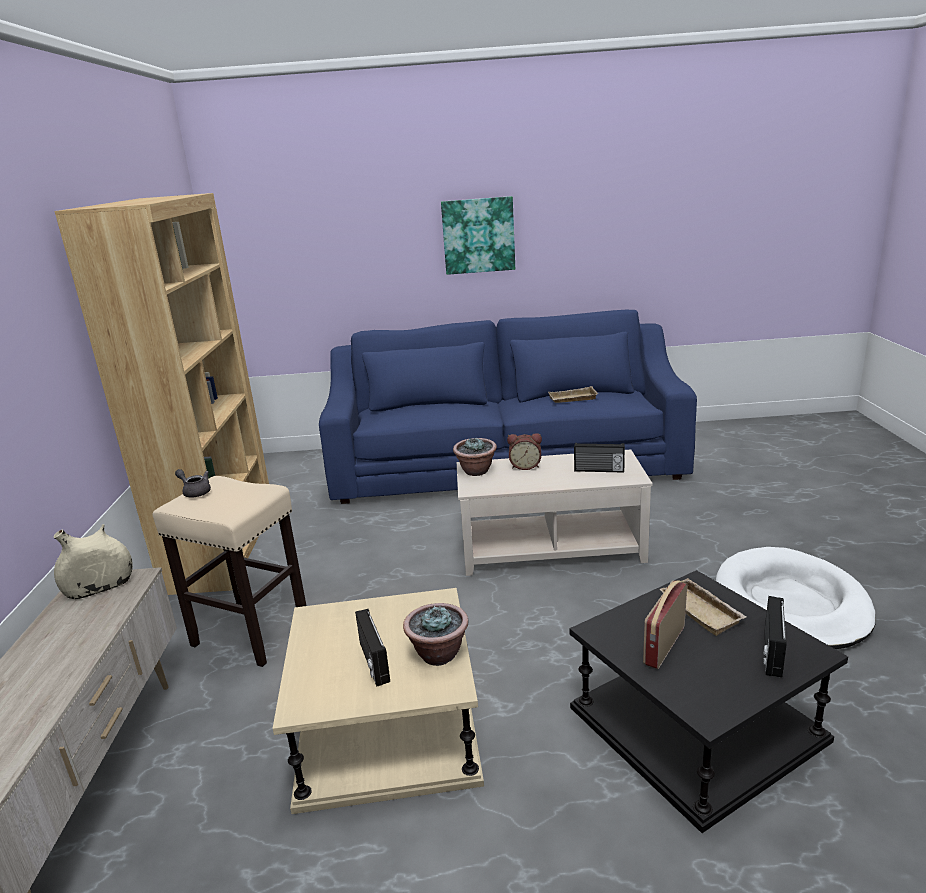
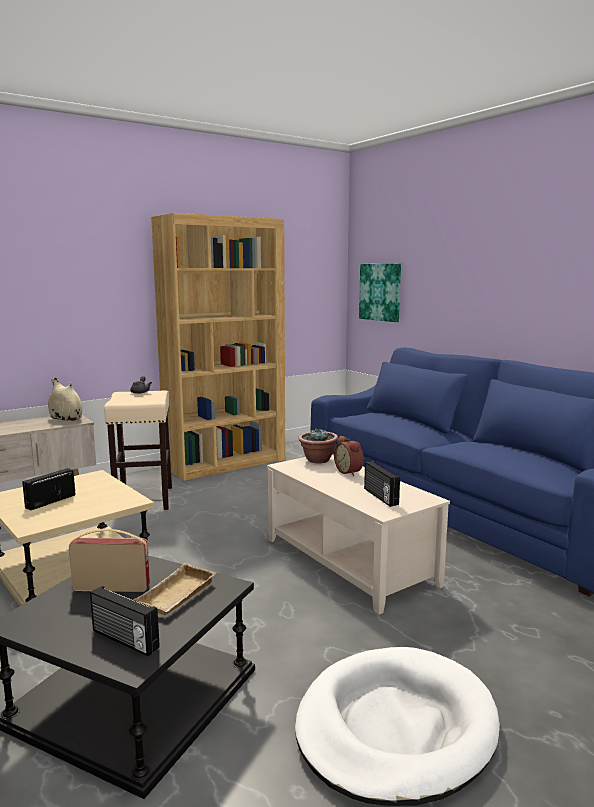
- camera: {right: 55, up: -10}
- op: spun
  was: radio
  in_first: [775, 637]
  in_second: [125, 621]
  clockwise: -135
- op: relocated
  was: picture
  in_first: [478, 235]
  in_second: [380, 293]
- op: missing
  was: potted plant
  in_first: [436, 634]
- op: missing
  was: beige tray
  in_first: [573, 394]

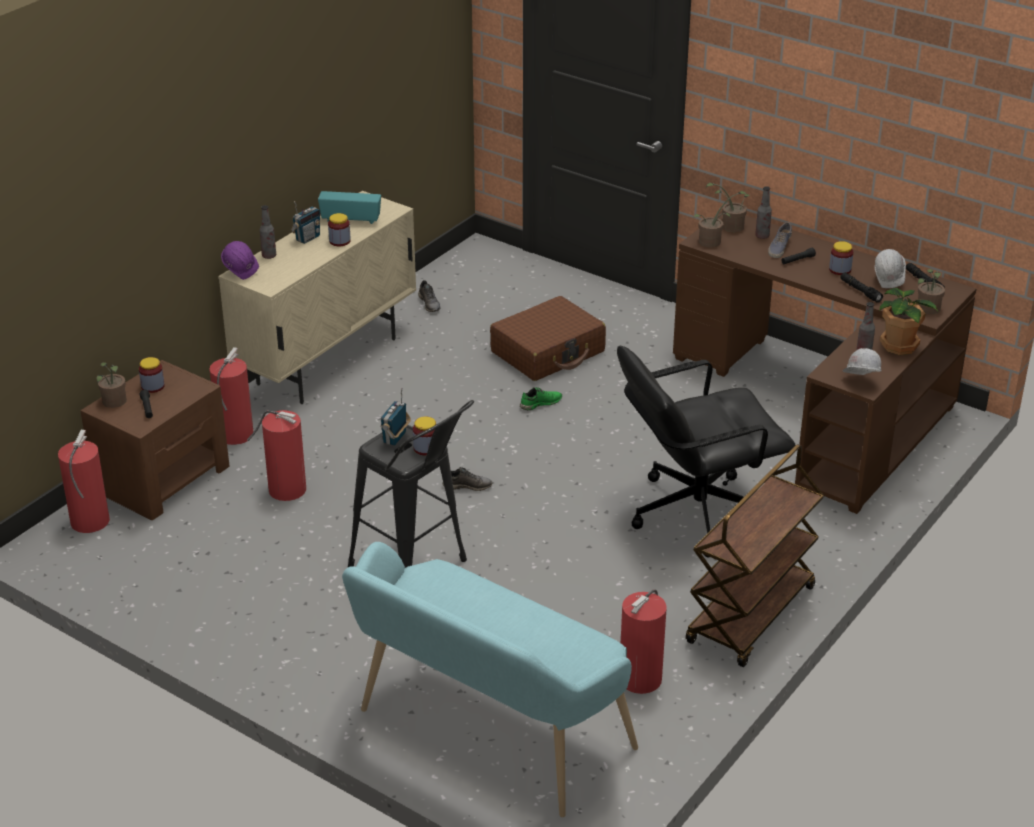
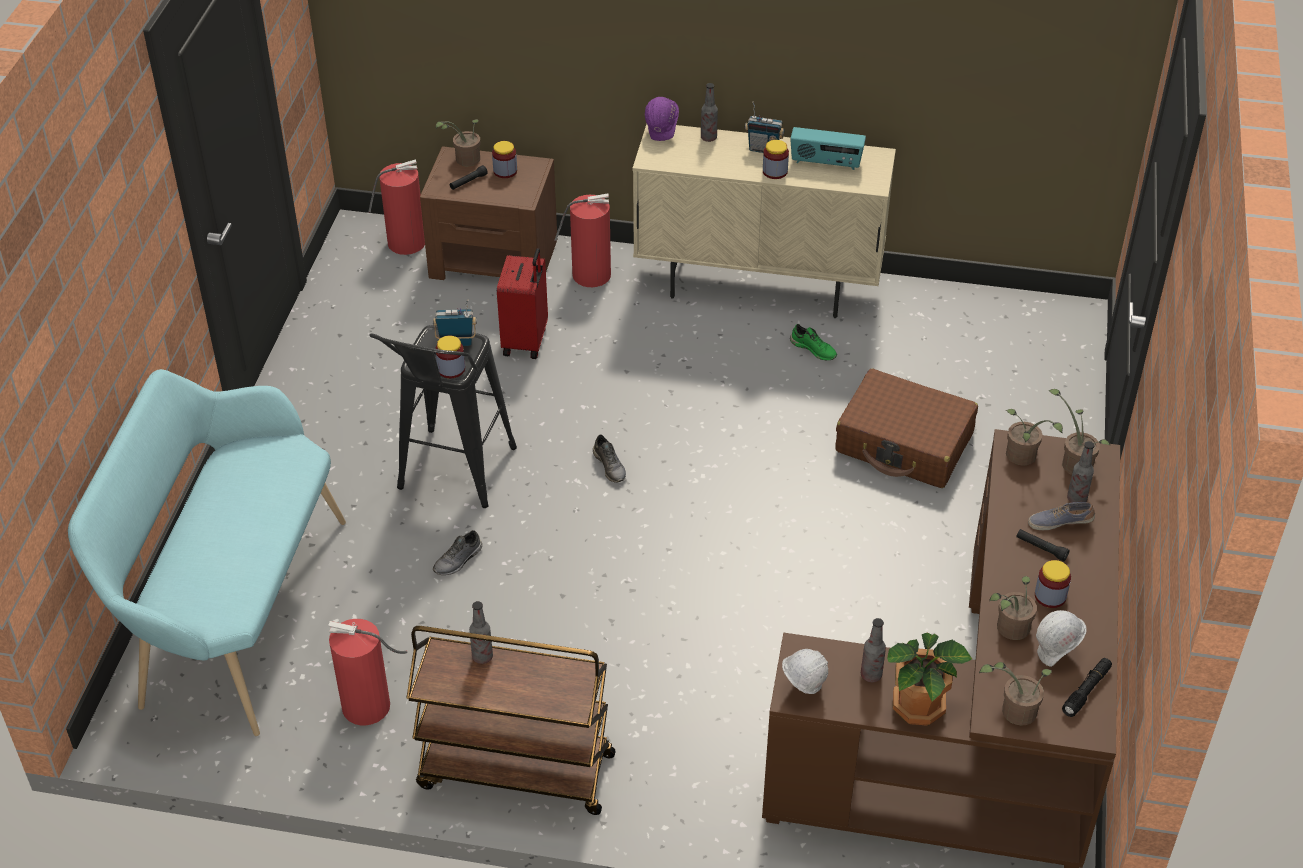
- camera: {right: 65, up: 10}
- op: relocated
  was: grey shoe
  in_first: [429, 296]
  in_second: [457, 552]
- op: appeared
  now: bottle
  in_second: [481, 632]
- op: exchanged
  was: fire extinguisher
  now: red suitcase
  in_first: [276, 455]
  in_second: [522, 303]
- op: spun
  was: radio
  in_first: [349, 207]
  in_second: [828, 148]
  clockwise: 120
- op: relocated
  was: green shoe
  in_first: [541, 398]
  in_second: [813, 342]
- op: exchanged
  was: black flashlight
  now: potted plant
  in_first: [861, 287]
  in_second: [1013, 608]
- op: missing
  was: black office chair
  in_first: [706, 451]

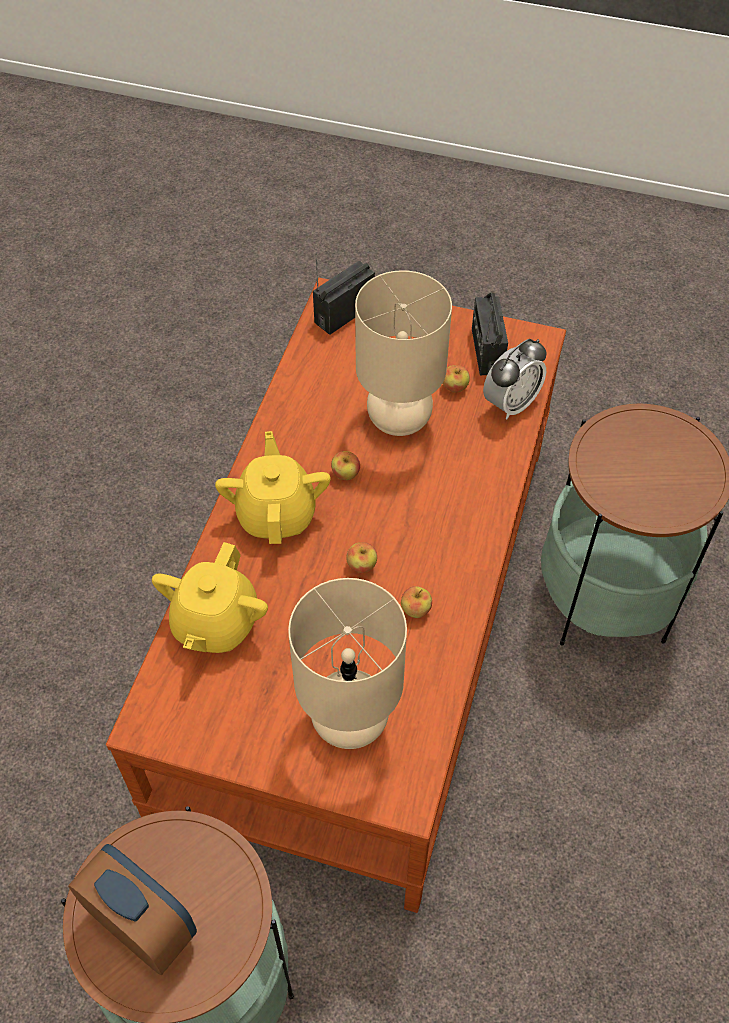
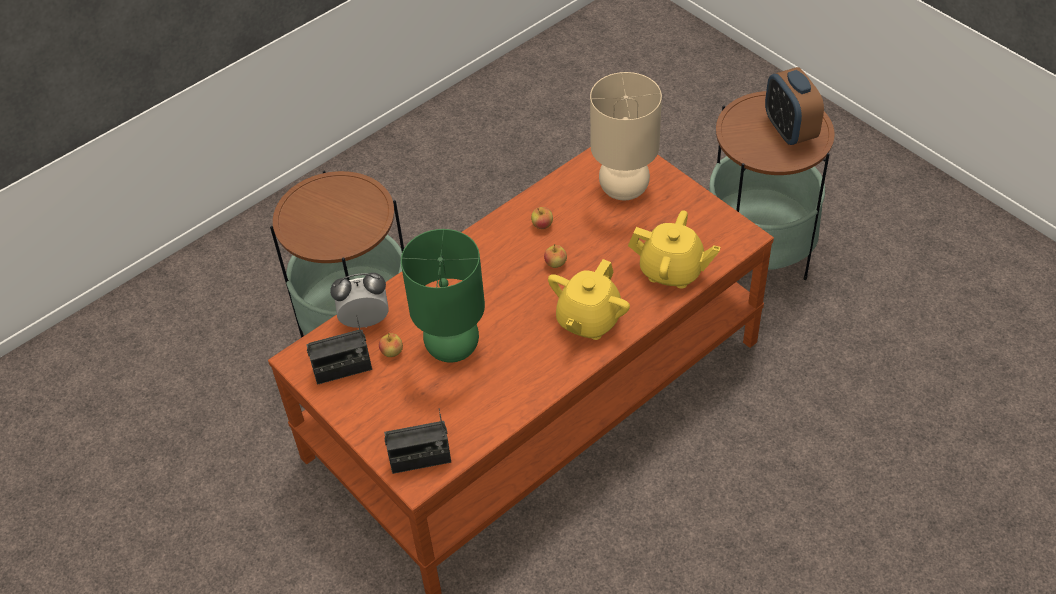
- camera: {right: -145, up: -5}
- op: spun
  was: radio
  in_first: [490, 333]
  in_second: [339, 349]
  clockwise: 45
- op: colour
  was: beige table lamp
  now: green table lamp
  in_first: [403, 353]
  in_second: [443, 296]
- op: spun
  was: yellow teapot
  in_first: [210, 597]
  in_second: [674, 249]
  clockwise: 60
- op: missing
  was: apple
  in_first: [345, 465]

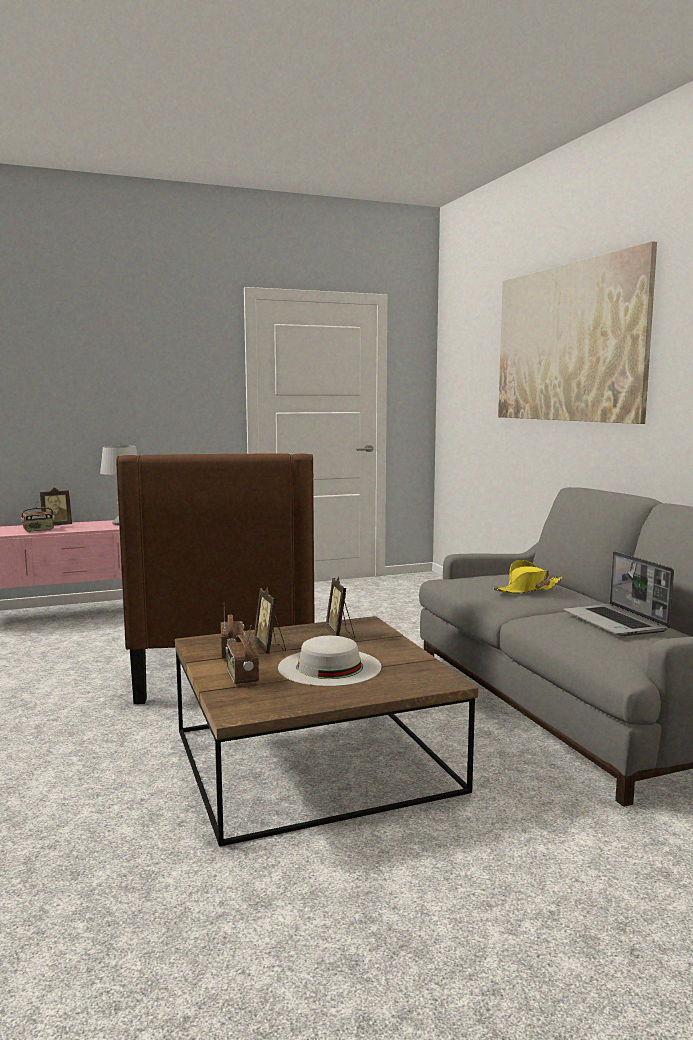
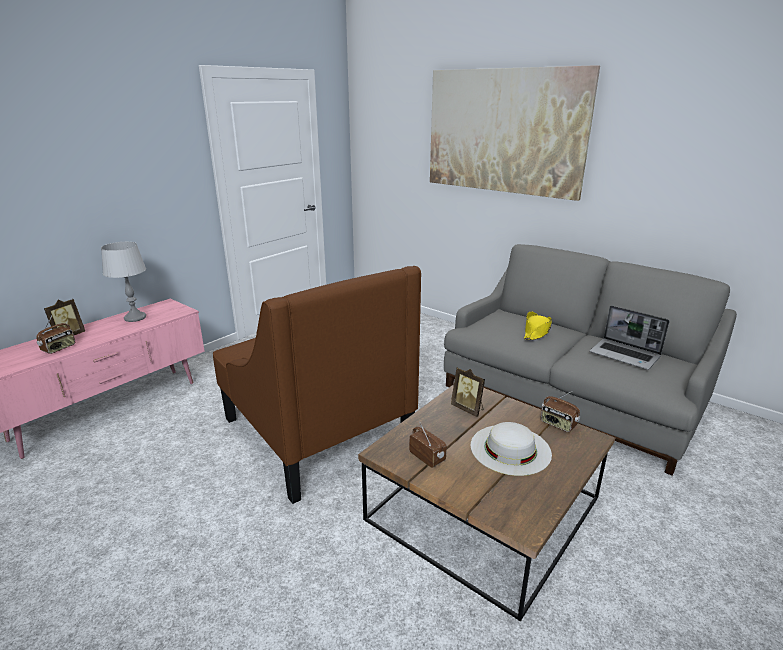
- camera: {right: -30, up: 15}
- op: relocated
  was: radio
  in_first: [242, 654]
  in_second: [560, 411]
- op: missing
  was: picture frame
  in_first: [269, 620]

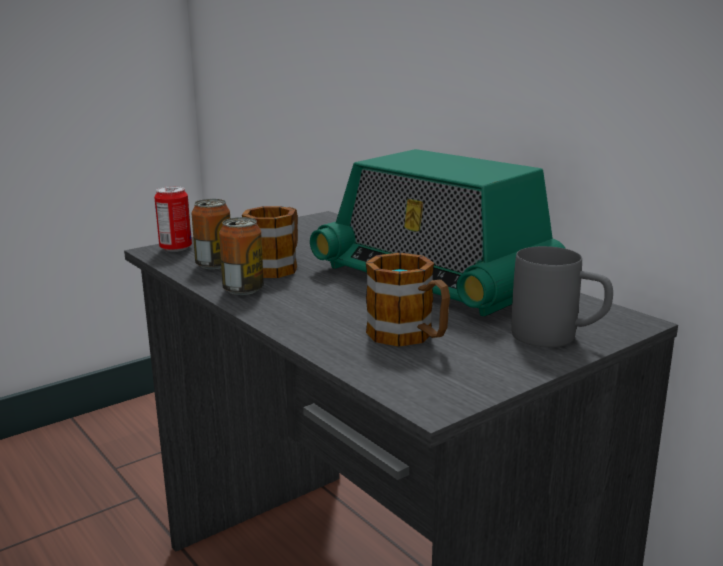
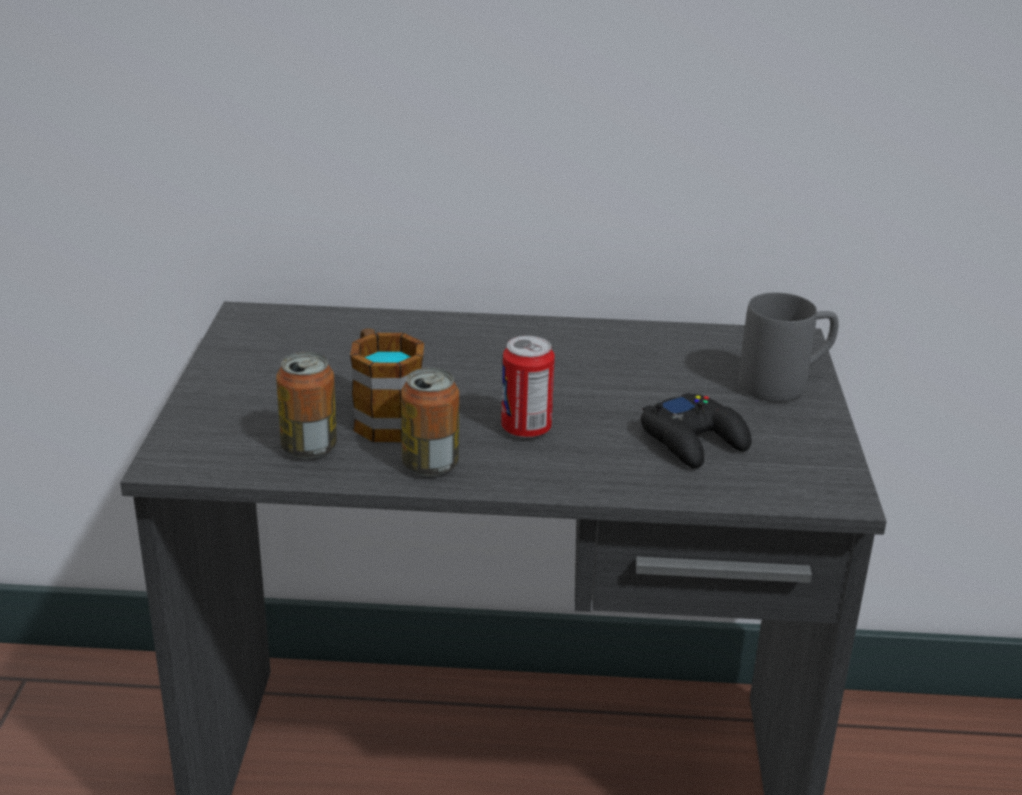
- camera: {right: -50, up: 10}
- op: relocated
  was: can
  in_first: [173, 219]
  in_second: [528, 387]
- op: exchanged
  was: mug
  now: black game controller
  in_first: [408, 300]
  in_second: [696, 430]
- op: missing
  was: radio
  in_first: [438, 233]

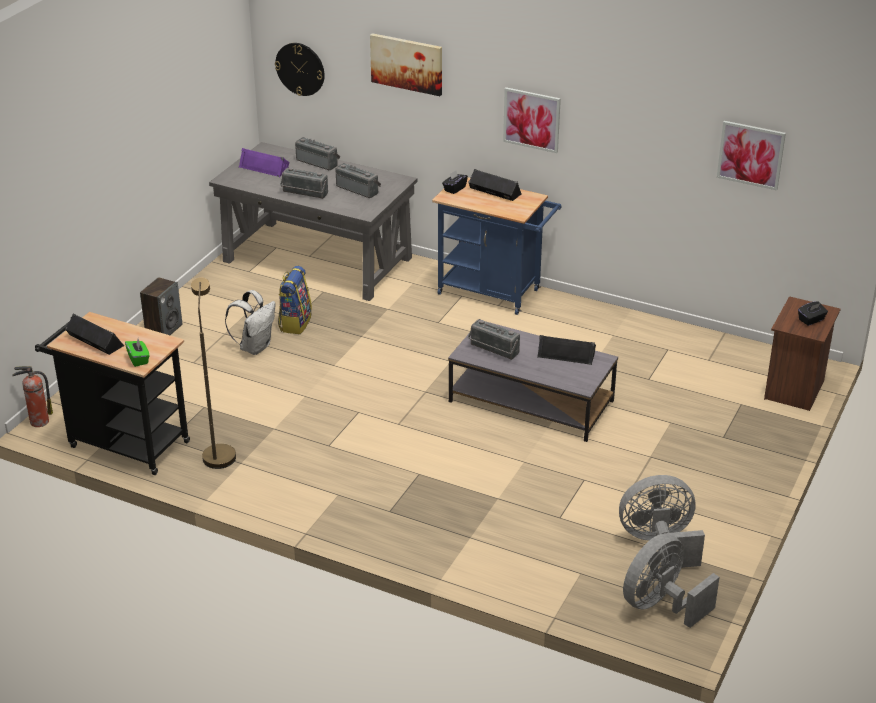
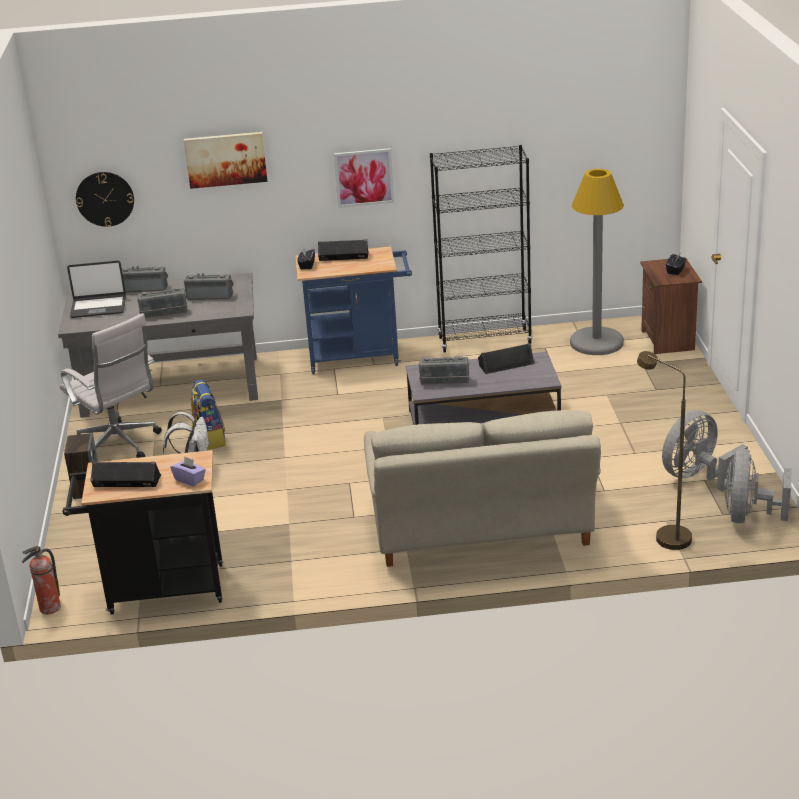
- camera: {right: -30, up: -5}
- op: appeared
  now: white office chair
  in_second: [111, 385]
- op: exchanged
  was: purple speaker
  now: laptop
  in_first: [264, 162]
  in_second: [96, 289]
- op: colour
  was: green tissue box
  now: purple tissue box
  in_first: [137, 353]
  in_second: [188, 471]
- op: appeared
  now: beige sofa
  in_second: [482, 488]
- op: appeared
  now: black bookcase
  in_second: [481, 249]
- op: appeared
  now: grey floor lamp
  in_second: [597, 262]
- op: relocated
  was: brown floor lamp
  in_first: [213, 373]
  in_second: [664, 450]
- op: missing
  was: picture
  in_first: [751, 155]

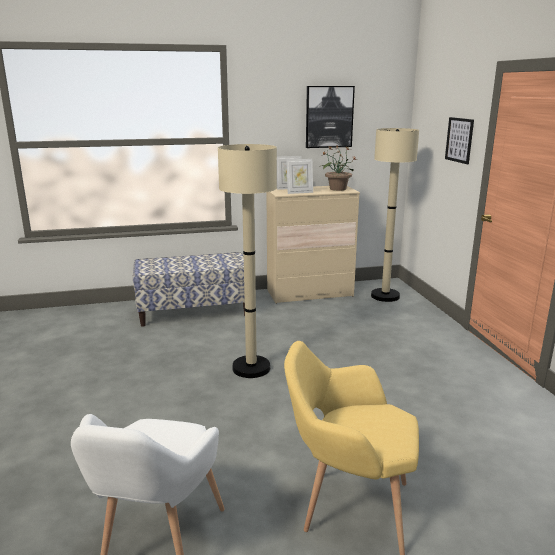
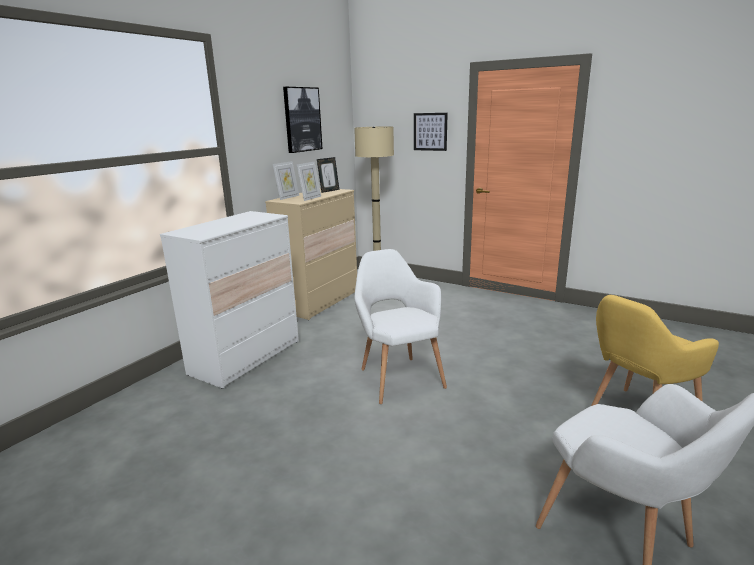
- camera: {right: -45, up: 0}
- op: exchanged
  was: bench
  now: white dresser
  in_first: [189, 289]
  in_second: [229, 300]
- op: exchanged
  was: potted plant
  now: picture frame
  in_first: [337, 168]
  in_second: [328, 175]
- op: exchanged
  was: beige floor lamp
  now: white armchair
  in_first: [247, 261]
  in_second: [400, 326]

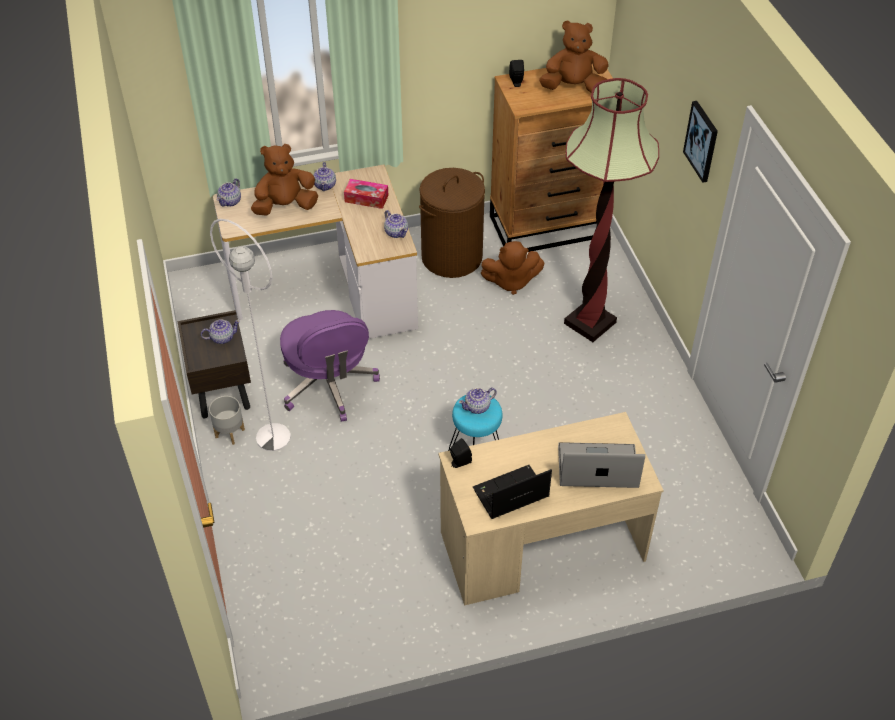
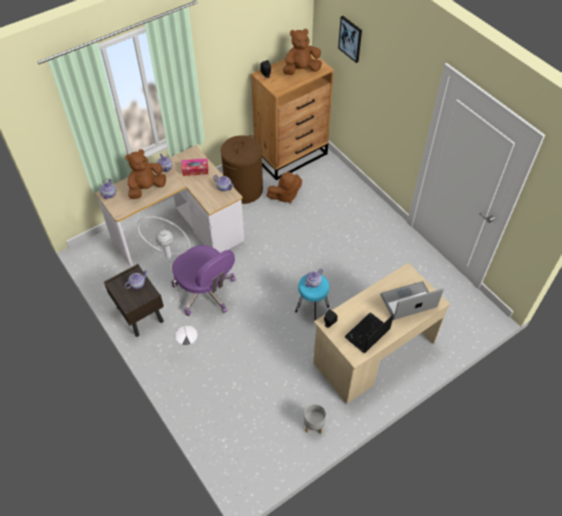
- camera: {right: -20, up: 5}
- op: relocated
  was: grey planter
  in_first: [227, 420]
  in_second: [315, 419]
- op: relocated
  was: picture
  in_first: [700, 142]
  in_second: [350, 39]
- op: missing
  was: floor lamp
  in_first: [611, 210]

